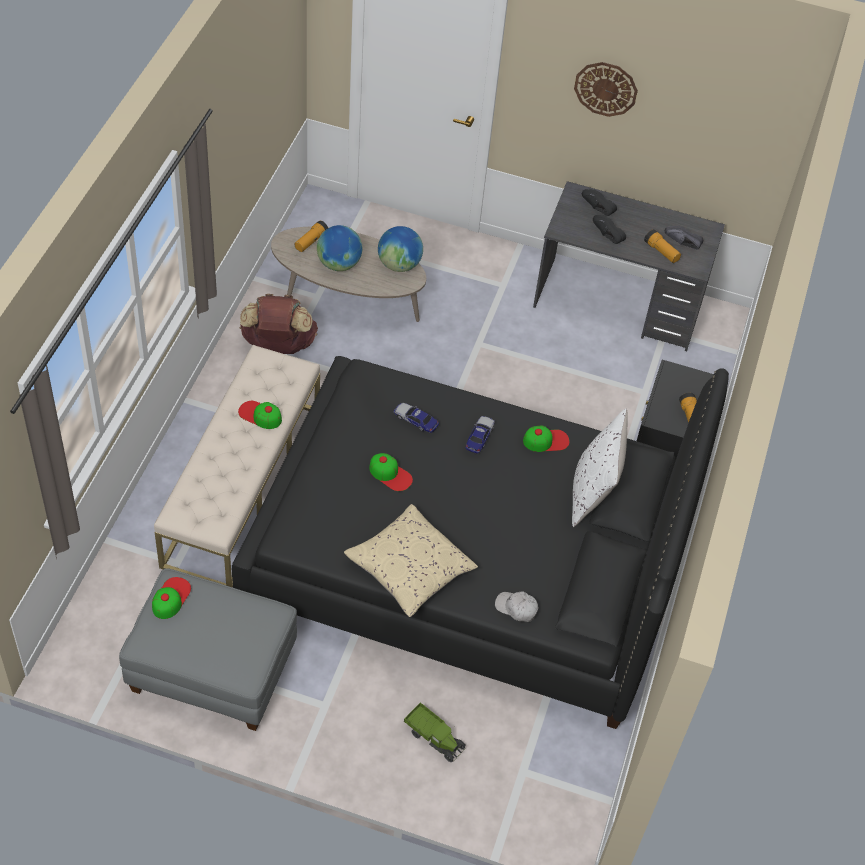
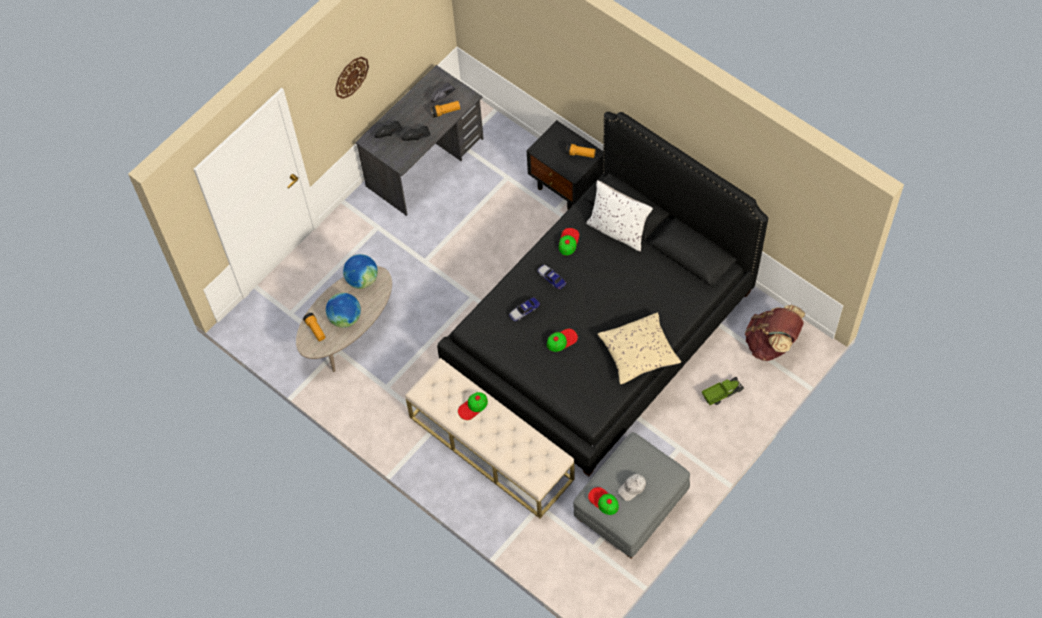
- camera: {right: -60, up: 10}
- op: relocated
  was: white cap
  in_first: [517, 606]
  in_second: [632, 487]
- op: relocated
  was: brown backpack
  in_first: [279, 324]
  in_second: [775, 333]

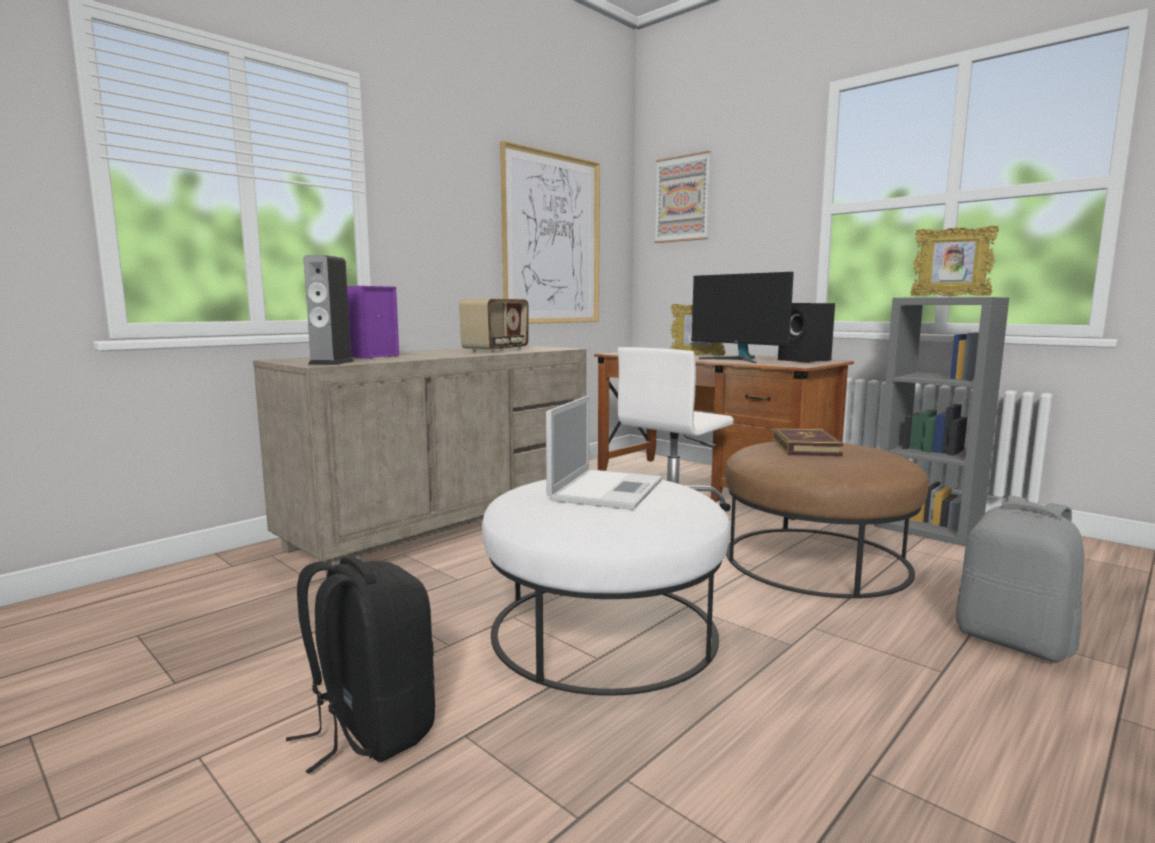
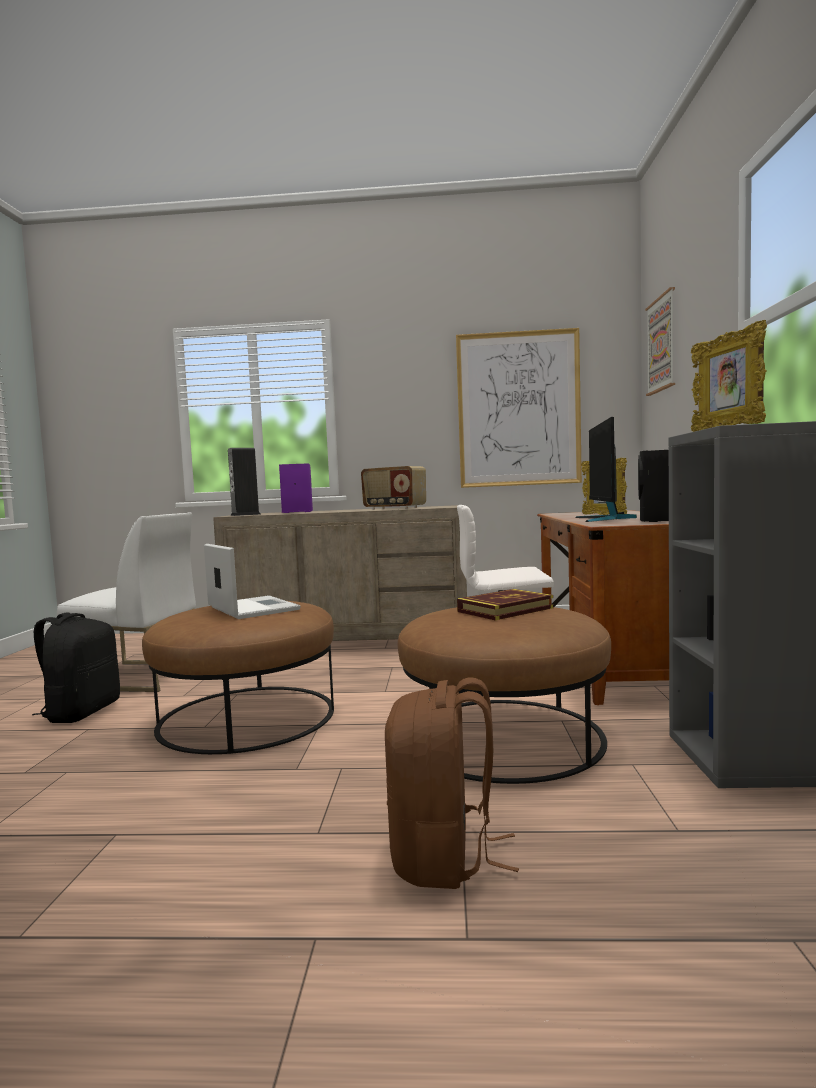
- camera: {right: 50, up: -5}
- op: appeared
  now: white chair
  in_second: [126, 602]
- op: colour
  was: white ottoman
  now: brown ottoman
  in_first: [606, 587]
  in_second: [238, 677]
- op: spun
  was: laptop
  in_first: [604, 453]
  in_second: [252, 581]
  clockwise: -105
- op: spun
  was: radio
  in_first: [494, 326]
  in_second: [393, 488]
  clockwise: 45
- op: colour
  was: grey backpack
  now: brown backpack
  in_first: [1020, 579]
  in_second: [452, 783]

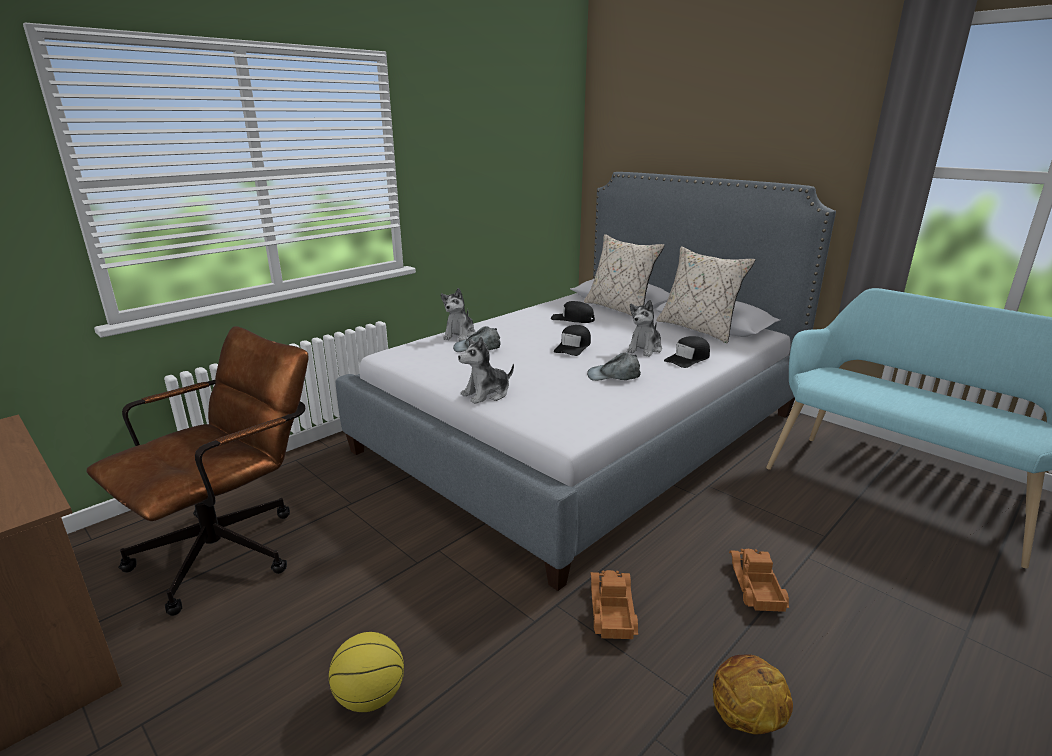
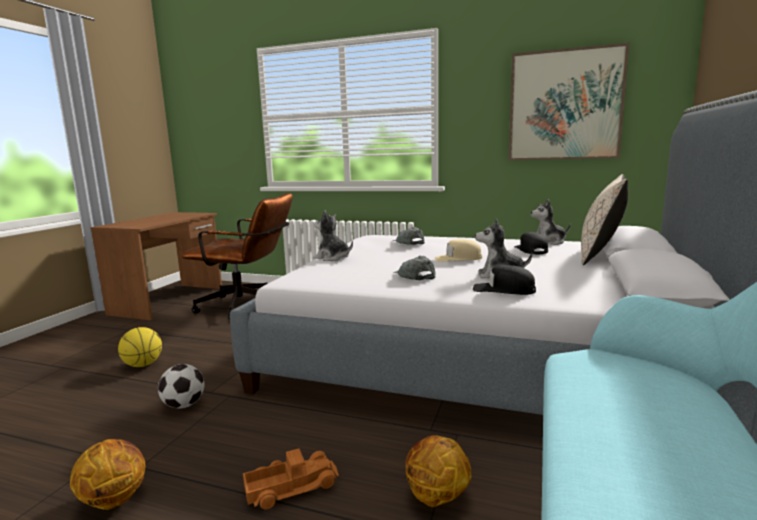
- camera: {right: 65, up: -10}
- op: appeared
  now: football
  in_second: [181, 386]
- op: appeared
  now: basketball
  in_second: [438, 471]
- op: colour
  was: black cap
  now: beige cap
  in_first: [572, 340]
  in_second: [458, 250]
- op: appeared
  now: picture
  in_second: [569, 101]
- op: relocated
  was: plush toy
  in_first: [458, 314]
  in_second: [551, 222]
- op: missing
  was: toy truck
  in_first: [614, 604]
- op: missing
  was: beige pillow
  in_first: [706, 294]

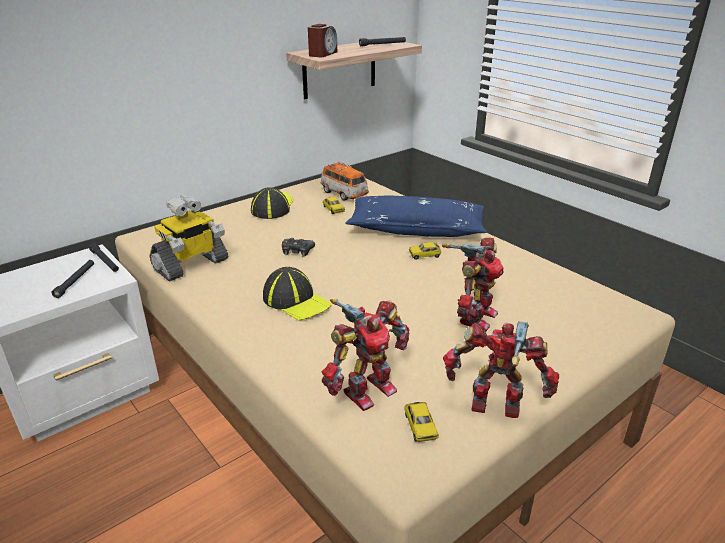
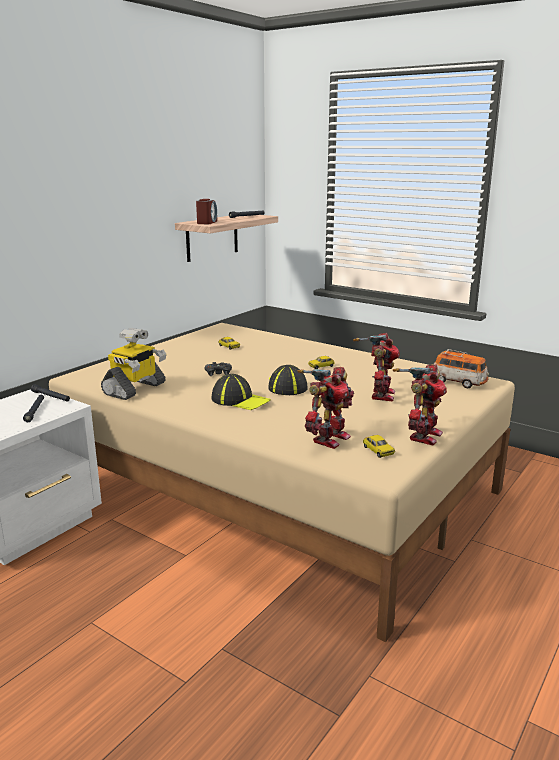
- camera: {right: -15, up: -10}
- op: relocated
  was: cap
  in_first: [272, 203]
  in_second: [288, 380]
- op: spun
  was: toy robot
  in_first: [501, 370]
  in_second: [420, 404]
  clockwise: 120
- op: relocated
  was: toy car
  in_first: [344, 181]
  in_second: [461, 368]
- op: missing
  was: blue pillow
  in_first: [416, 216]

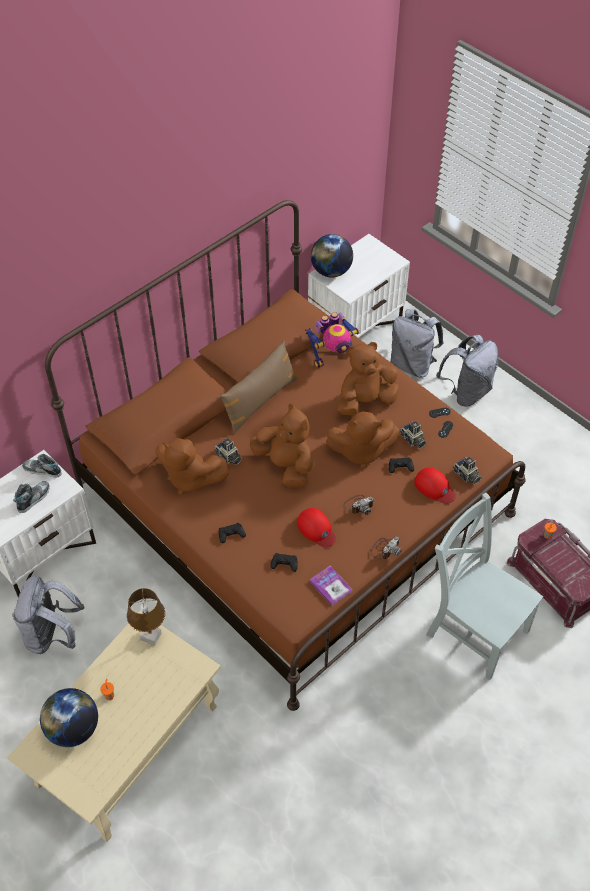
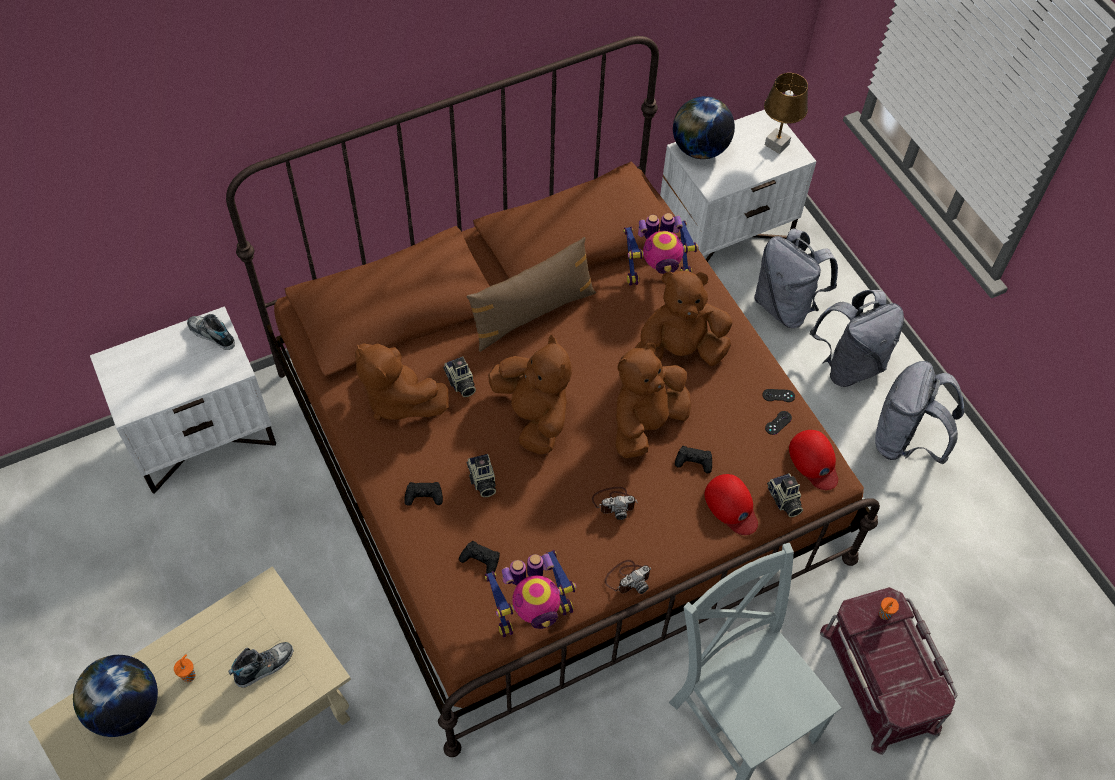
- camera: {right: 15, up: 5}
- op: relocated
  was: shoe
  in_first: [31, 497]
  in_second: [261, 665]
- op: relocated
  was: photo camera
  in_first: [413, 435]
  in_second: [481, 475]
- op: exchanged
  was: book
  now: toy robot
  in_first: [331, 586]
  in_second: [530, 594]
- op: spun
  was: brown plush toy
  in_first: [363, 440]
  in_second: [653, 400]
  clockwise: 120
- op: relocated
  was: brown table lamp
  in_first: [146, 617]
  in_second: [786, 113]
- op: relocated
  was: red cap
  in_first: [316, 527]
  in_second: [813, 460]
- op: relocated
  was: grey backpack
  in_first: [48, 614]
  in_second: [919, 412]

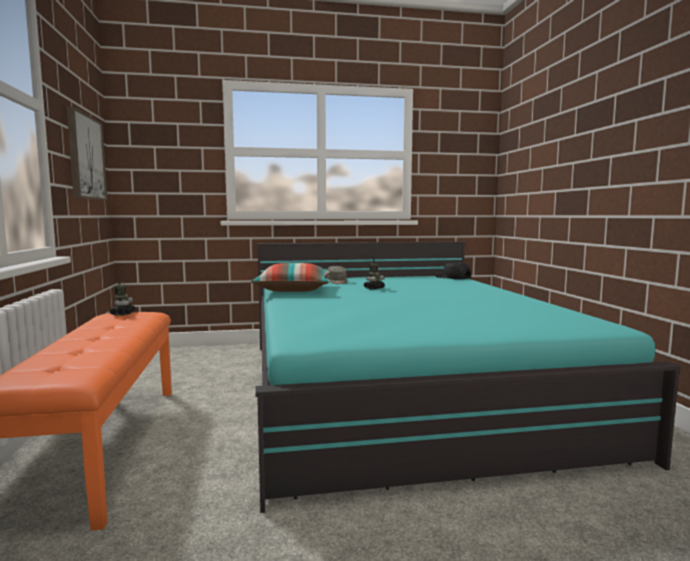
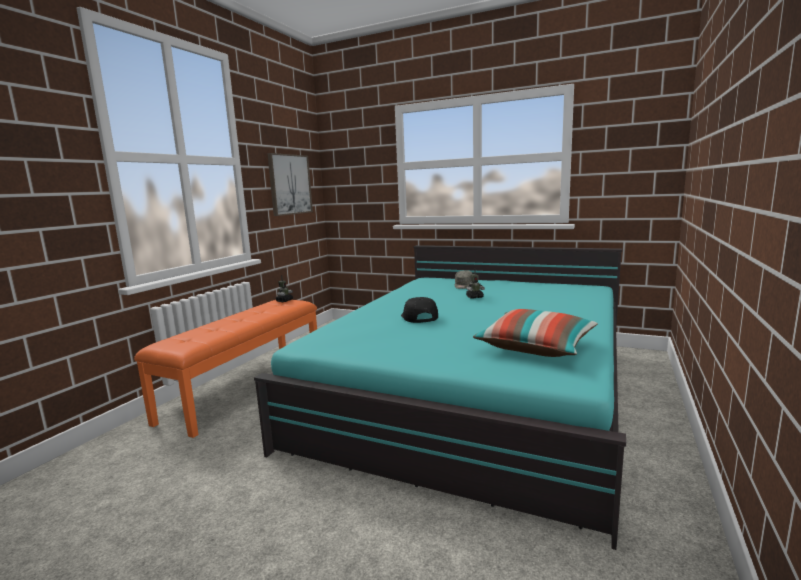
- camera: {right: 35, up: 5}
- op: relocated
  was: black cap
  in_first: [453, 270]
  in_second: [419, 310]
- op: relocated
  was: pillow
  in_first: [290, 277]
  in_second: [535, 333]

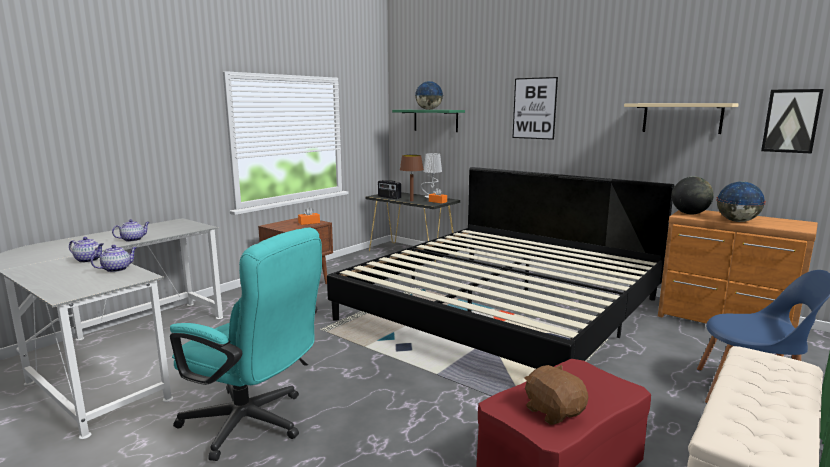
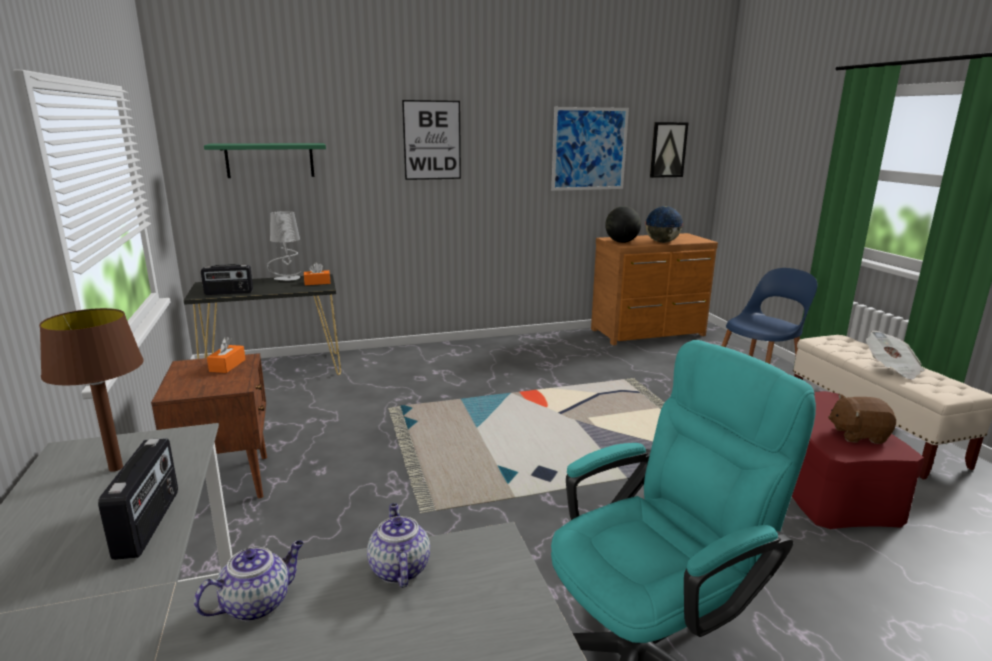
- camera: {right: -55, up: 5}
- op: relocated
  was: brown table lamp
  in_first: [412, 178]
  in_second: [91, 390]
- op: exchanged
  was: teapot
  now: radio
  in_first: [131, 230]
  in_second: [138, 499]
- op: exchanged
  was: beige shelf
  now: picture
  in_first: [681, 118]
  in_second: [590, 149]
- op: appeared
  now: newspaper
  in_second: [895, 355]
- op: missing
  was: bed
  in_first: [501, 268]
- op: missing
  was: globe
  in_first: [429, 95]

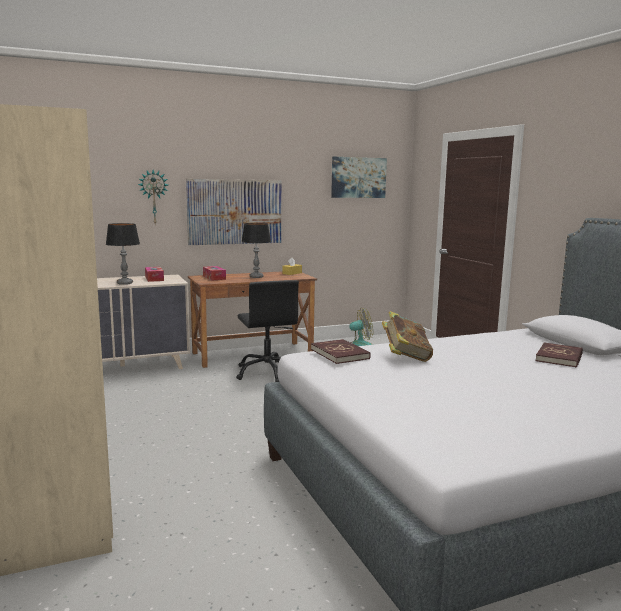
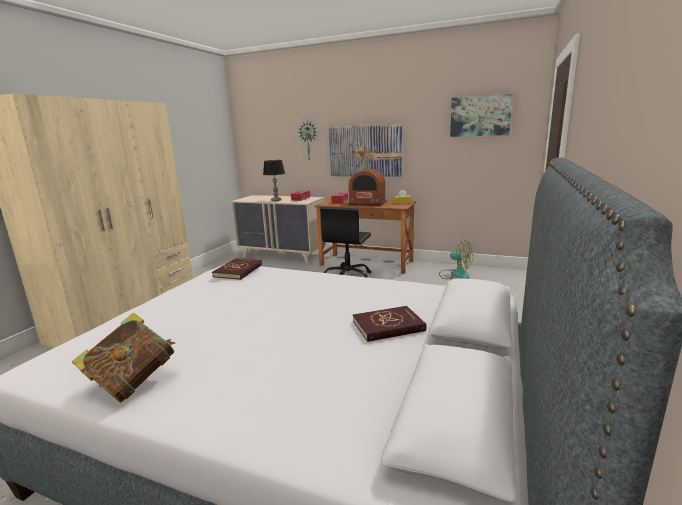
- camera: {right: 45, up: 5}
- op: relocated
  was: book
  in_first: [407, 336]
  in_second: [123, 358]
- op: exchanged
  was: table lamp
  now: radio
  in_first: [256, 250]
  in_second: [367, 187]

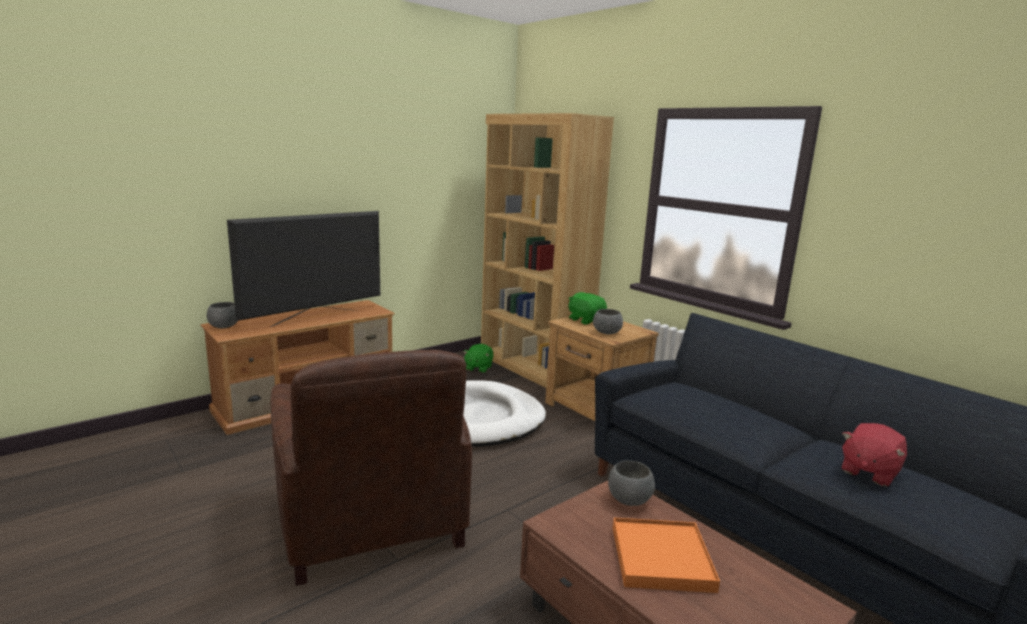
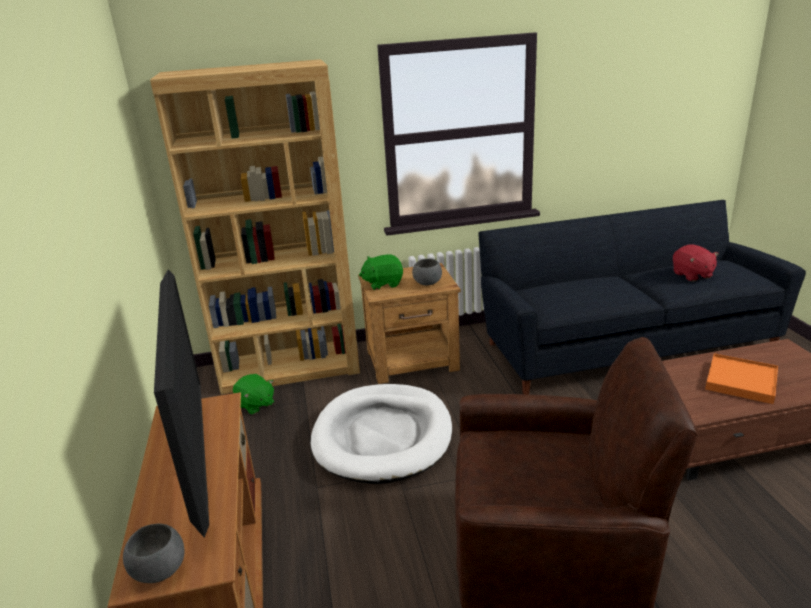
- camera: {right: -60, up: 10}
- op: missing
  was: grey bowl
  in_first: [631, 483]

